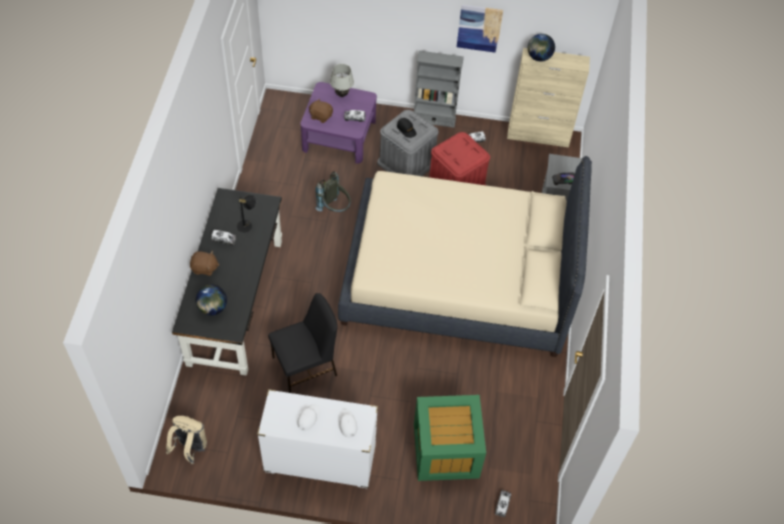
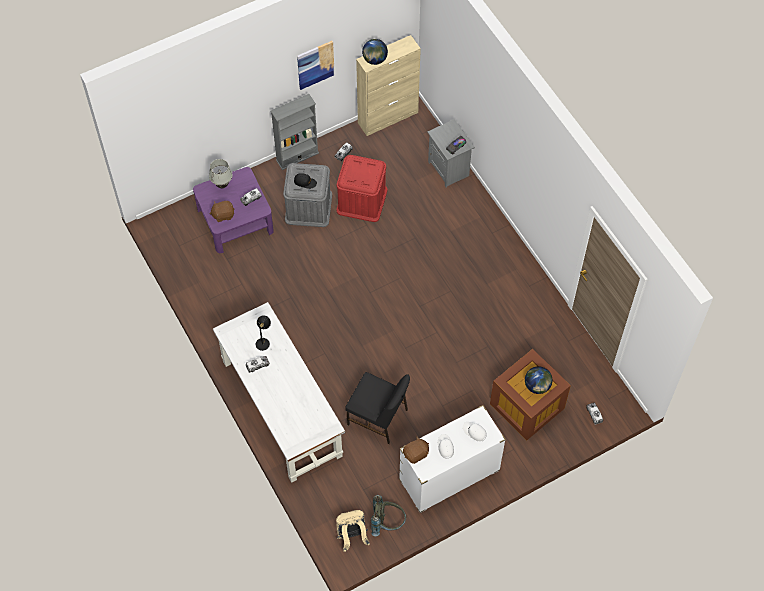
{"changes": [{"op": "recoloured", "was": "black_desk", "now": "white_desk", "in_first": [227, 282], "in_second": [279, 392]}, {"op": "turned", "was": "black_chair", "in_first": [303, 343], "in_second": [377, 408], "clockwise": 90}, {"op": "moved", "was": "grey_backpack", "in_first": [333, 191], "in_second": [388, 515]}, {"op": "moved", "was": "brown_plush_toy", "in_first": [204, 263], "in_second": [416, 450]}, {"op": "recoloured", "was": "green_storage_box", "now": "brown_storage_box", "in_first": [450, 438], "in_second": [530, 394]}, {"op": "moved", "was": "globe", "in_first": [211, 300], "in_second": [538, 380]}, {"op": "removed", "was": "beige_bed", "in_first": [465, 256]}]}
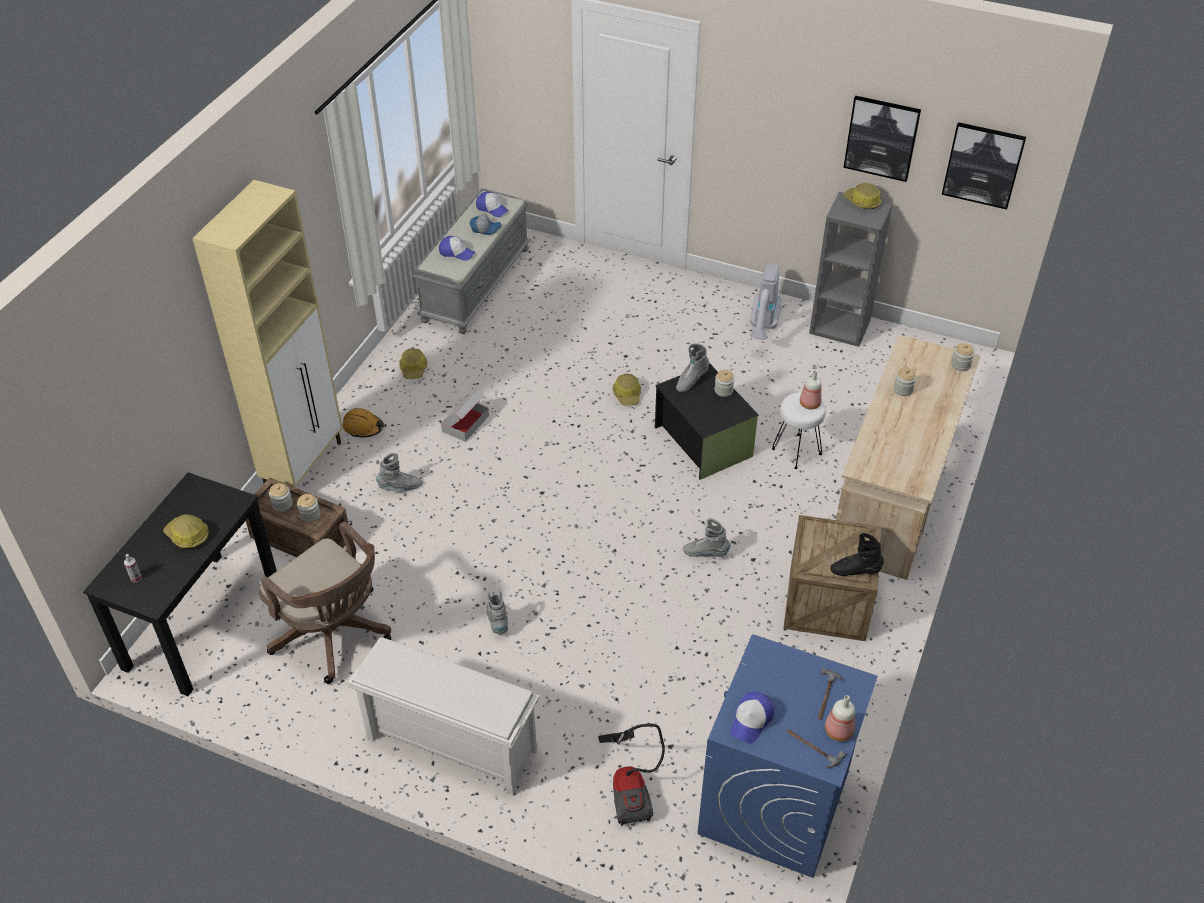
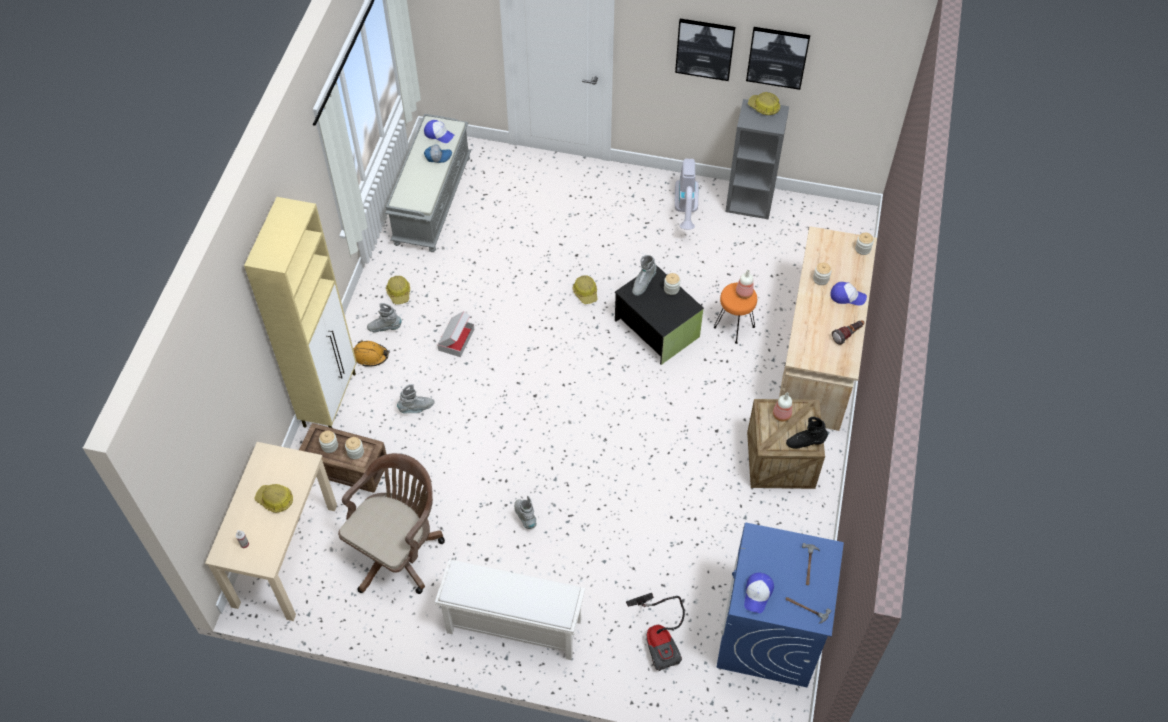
{"changes": [{"op": "recoloured", "was": "black_desk", "now": "beige_desk", "in_first": [180, 584], "in_second": [271, 531]}, {"op": "turned", "was": "brown_office_chair", "in_first": [325, 602], "in_second": [391, 523], "clockwise": -90}, {"op": "moved", "was": "grey_boot", "in_first": [706, 537], "in_second": [384, 317]}, {"op": "moved", "was": "picture", "in_first": [984, 165], "in_second": [705, 50]}, {"op": "recoloured", "was": "white_stool", "now": "orange_stool", "in_first": [799, 430], "in_second": [735, 313]}, {"op": "moved", "was": "bottle", "in_first": [840, 718], "in_second": [782, 407]}, {"op": "moved", "was": "cap", "in_first": [457, 248], "in_second": [848, 294]}, {"op": "added", "now": "flashlight", "in_second": [848, 332]}]}
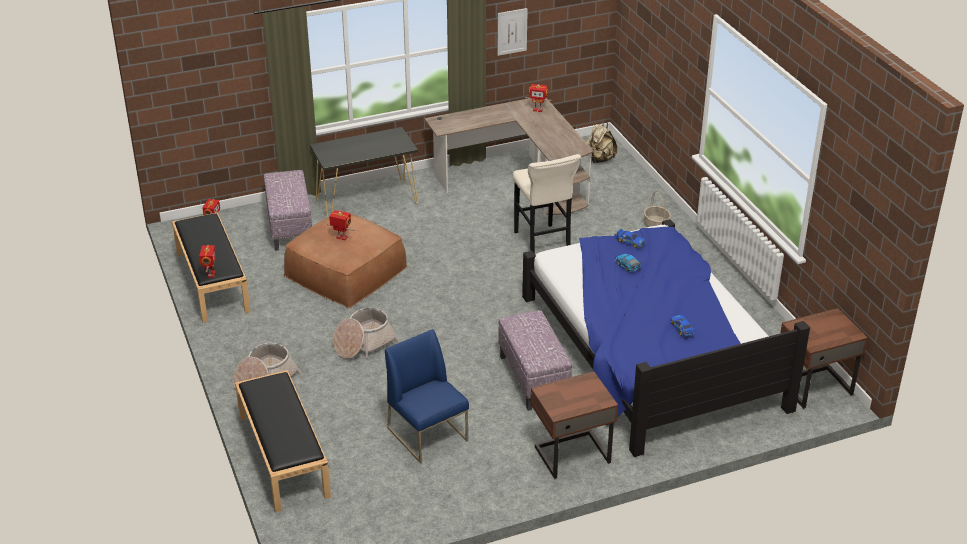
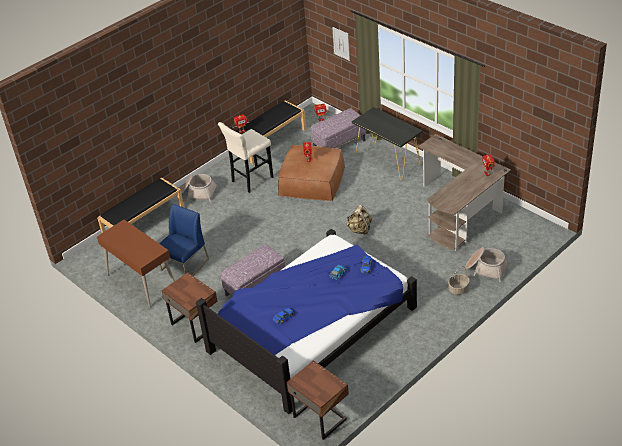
{"changes": [{"op": "added", "now": "brown_desk", "in_second": [136, 263]}, {"op": "moved", "was": "beige_stool", "in_first": [547, 204], "in_second": [245, 157]}, {"op": "moved", "was": "picture", "in_first": [513, 32], "in_second": [341, 44]}, {"op": "moved", "was": "beige_backpack", "in_first": [601, 143], "in_second": [359, 220]}, {"op": "moved", "was": "basket", "in_first": [366, 333], "in_second": [487, 264]}]}
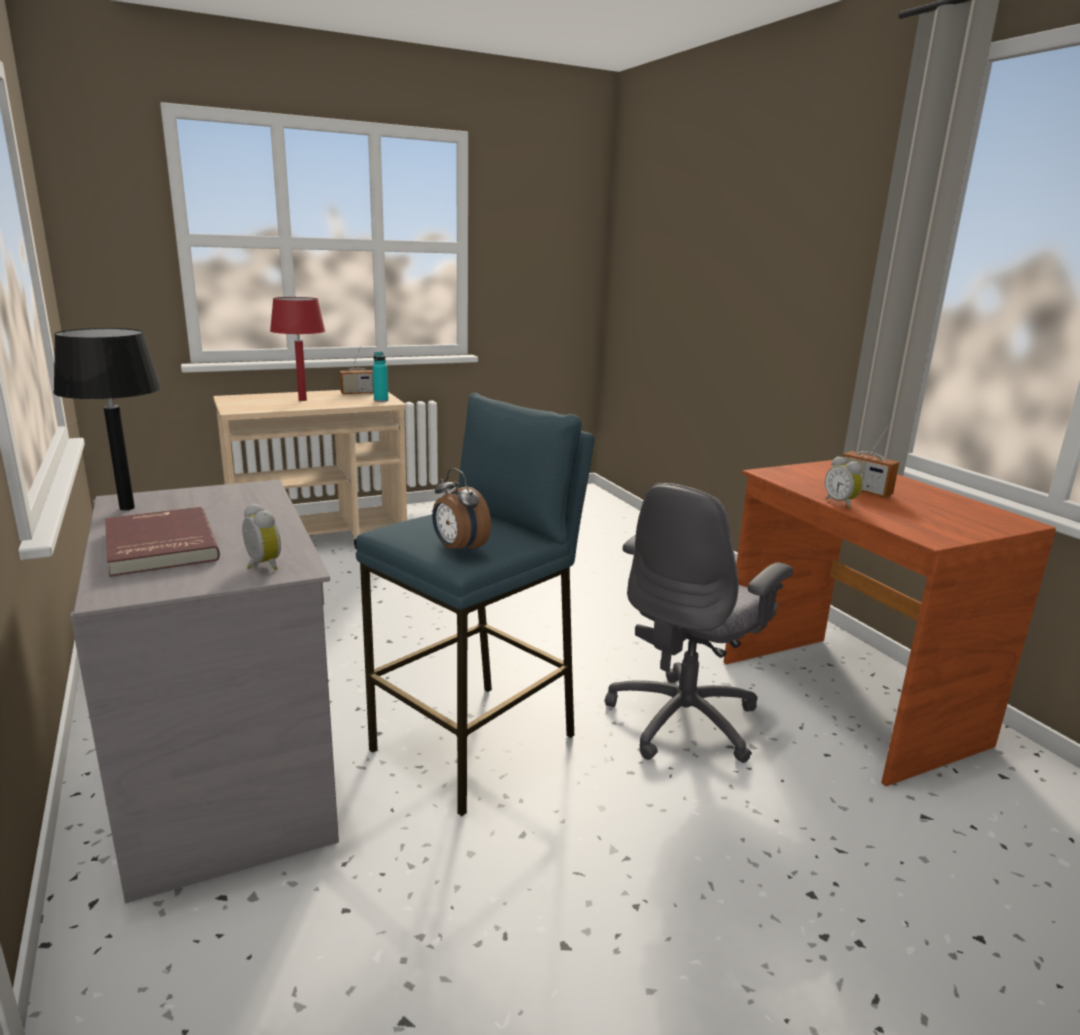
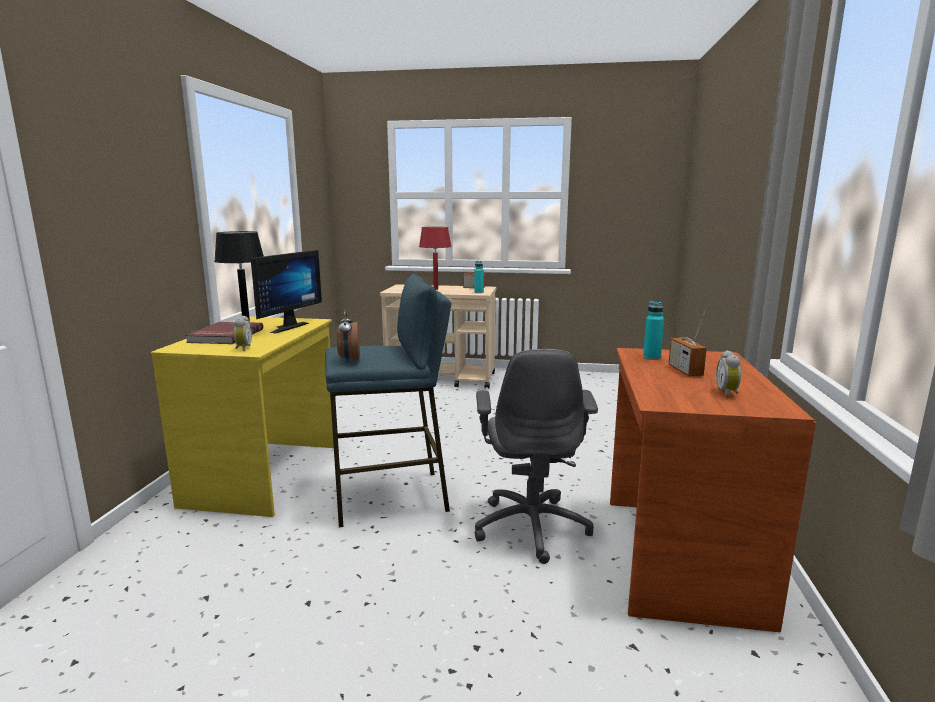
{"changes": [{"op": "recoloured", "was": "grey_desk", "now": "yellow_desk", "in_first": [204, 691], "in_second": [242, 417]}, {"op": "added", "now": "monitor", "in_second": [286, 291]}, {"op": "turned", "was": "grey_office_chair", "in_first": [699, 623], "in_second": [536, 456], "clockwise": -75}, {"op": "added", "now": "turquoise_bottle", "in_second": [653, 330]}, {"op": "moved", "was": "alarm_clock", "in_first": [844, 482], "in_second": [728, 373]}]}
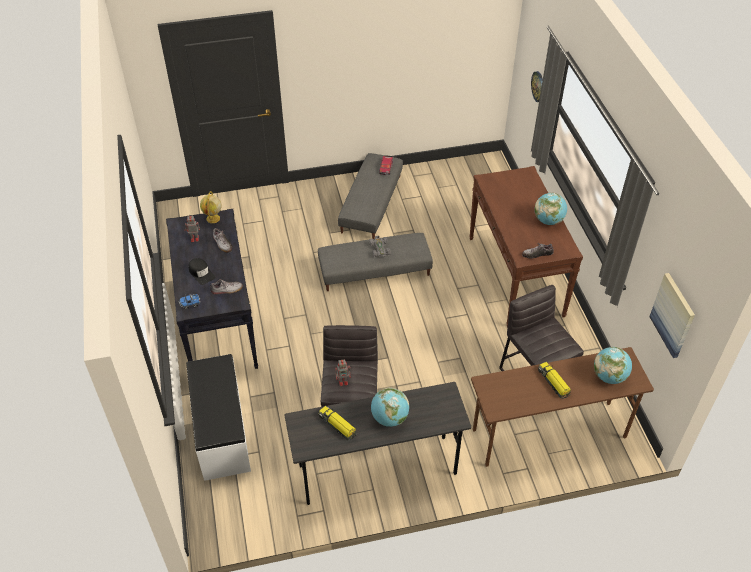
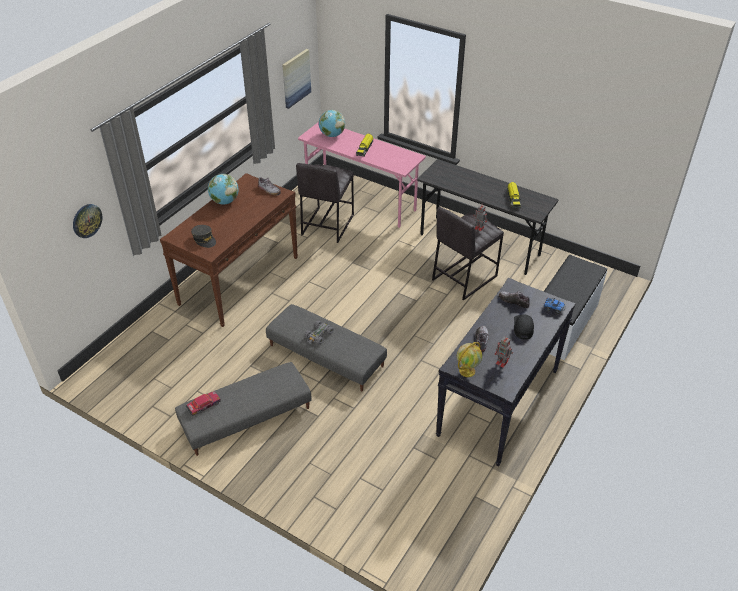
{"changes": [{"op": "added", "now": "grey_cap", "in_second": [203, 236]}, {"op": "recoloured", "was": "brown_desk", "now": "pink_desk", "in_first": [562, 407], "in_second": [362, 175]}, {"op": "removed", "was": "globe", "in_first": [390, 407]}]}
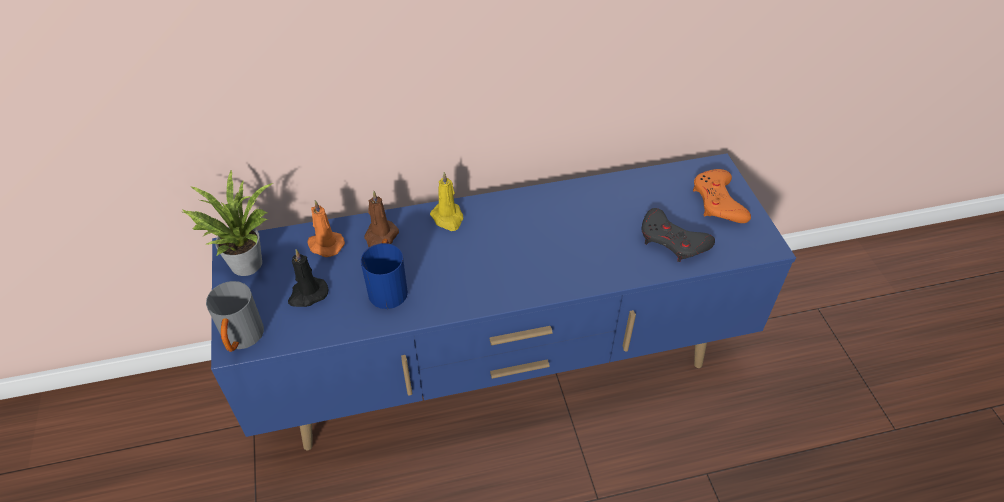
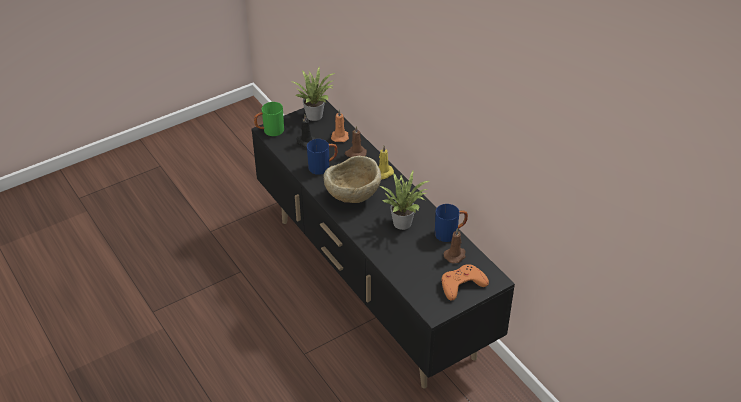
{"changes": [{"op": "recoloured", "was": "blue_tv_stand", "now": "black_tv_stand", "in_first": [503, 302], "in_second": [383, 244]}, {"op": "recoloured", "was": "grey_mug", "now": "green_mug", "in_first": [235, 316], "in_second": [269, 119]}, {"op": "added", "now": "beige_bowl", "in_second": [352, 179]}, {"op": "added", "now": "potted_plant", "in_second": [404, 199]}, {"op": "added", "now": "blue_mug", "in_second": [451, 223]}, {"op": "added", "now": "brown_candle", "in_second": [455, 245]}, {"op": "removed", "was": "grey_game_controller", "in_first": [678, 235]}]}
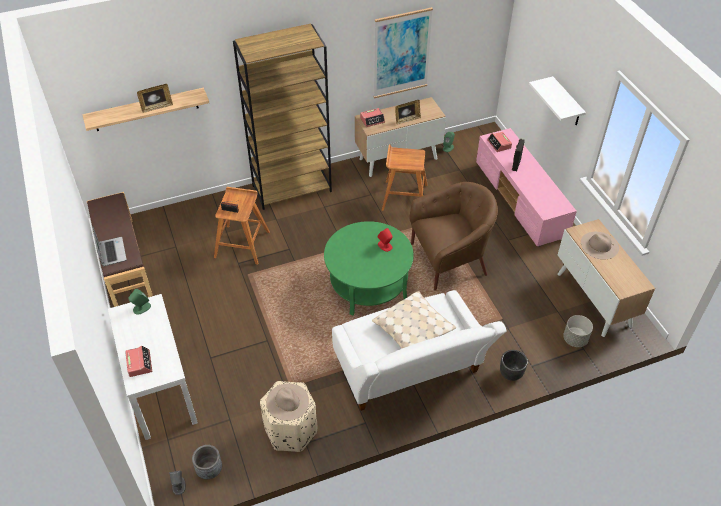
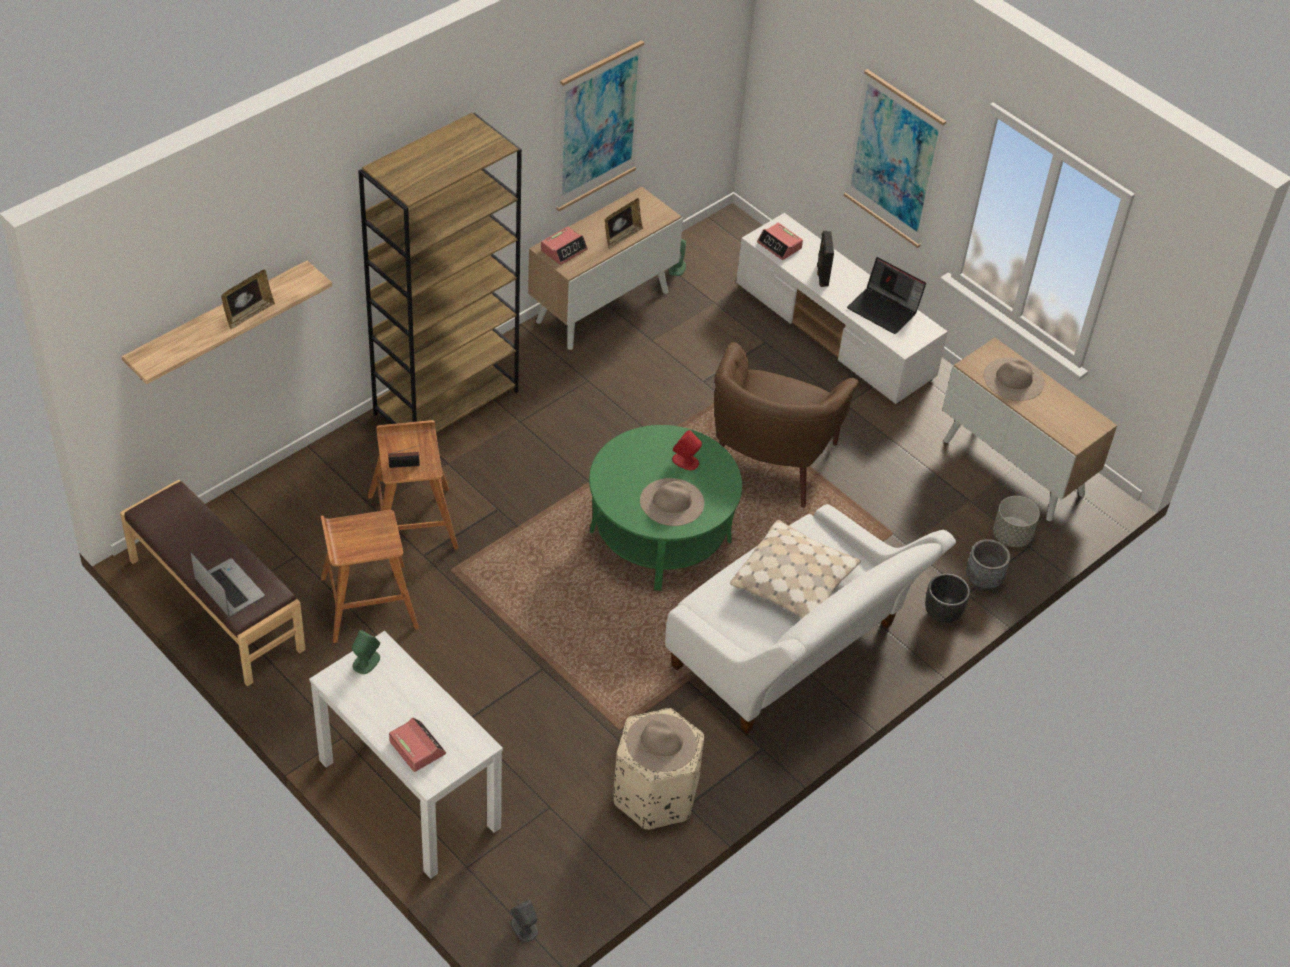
{"changes": [{"op": "moved", "was": "brown_stool", "in_first": [405, 178], "in_second": [370, 576]}, {"op": "added", "now": "beige_hat", "in_second": [672, 502]}, {"op": "turned", "was": "brown_armchair", "in_first": [454, 236], "in_second": [786, 425], "clockwise": 150}, {"op": "recoloured", "was": "pink_tv_stand", "now": "white_tv_stand", "in_first": [526, 187], "in_second": [842, 308]}, {"op": "replaced", "was": "white_shelf", "now": "picture", "in_first": [557, 100], "in_second": [895, 158]}, {"op": "added", "now": "laptop", "in_second": [886, 295]}, {"op": "moved", "was": "grey_planter", "in_first": [207, 462], "in_second": [988, 565]}]}
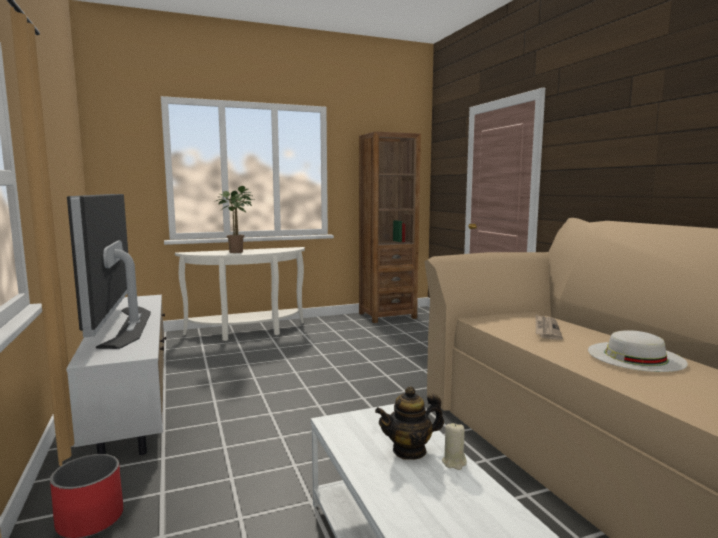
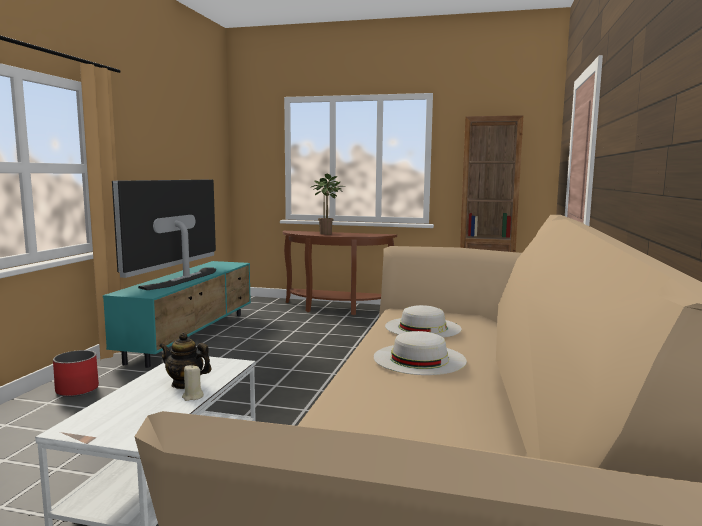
{"changes": [{"op": "recoloured", "was": "white_tv_stand", "now": "turquoise_tv_stand", "in_first": [116, 375], "in_second": [177, 314]}, {"op": "recoloured", "was": "white_console_table", "now": "brown_console_table", "in_first": [240, 294], "in_second": [340, 273]}, {"op": "replaced", "was": "newspaper", "now": "white_hat", "in_first": [549, 327], "in_second": [423, 321]}]}
